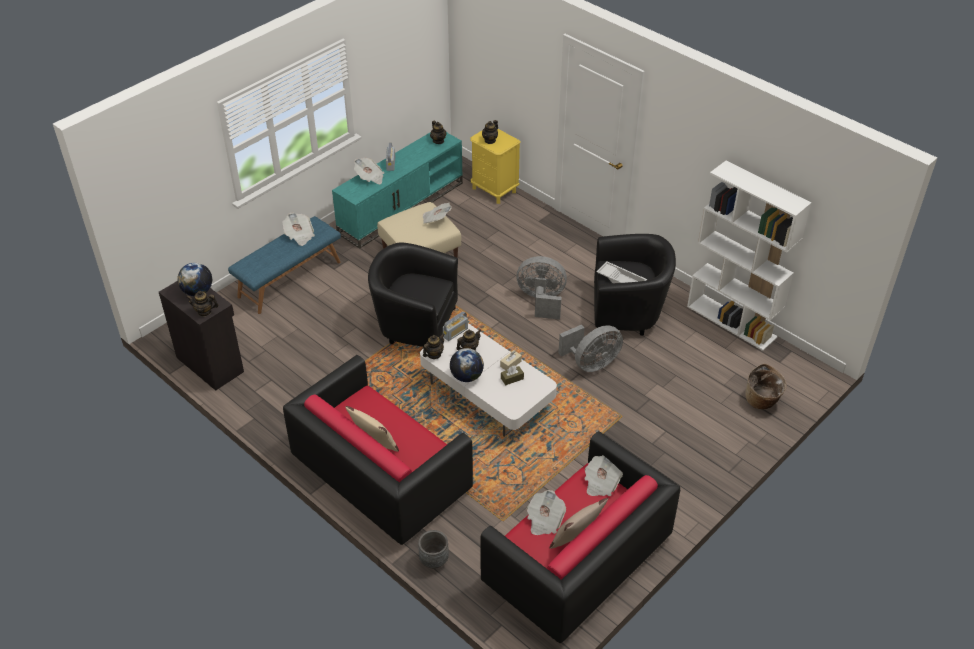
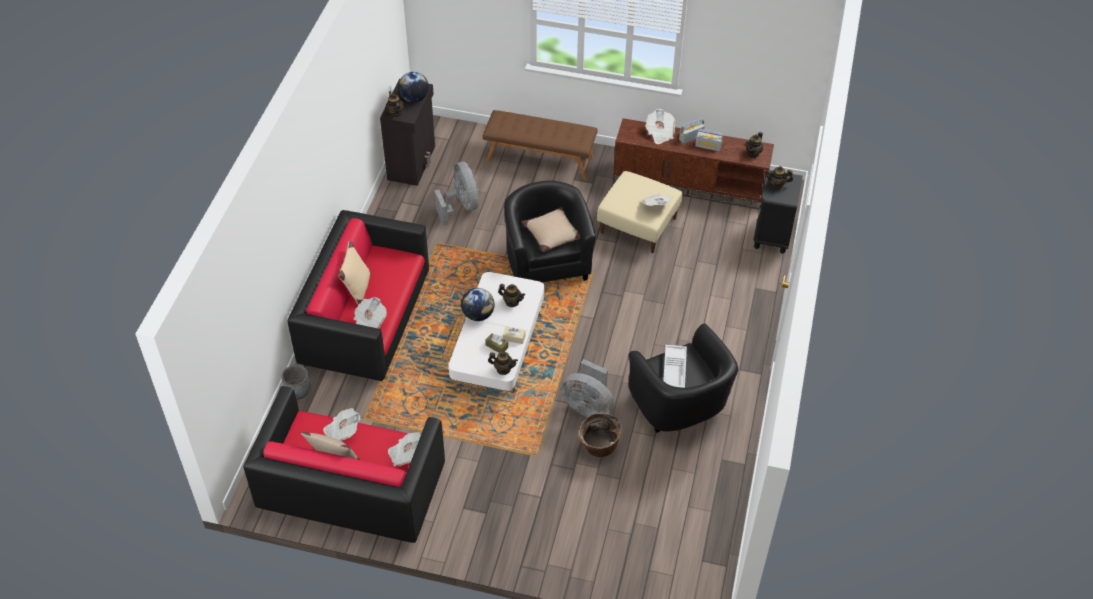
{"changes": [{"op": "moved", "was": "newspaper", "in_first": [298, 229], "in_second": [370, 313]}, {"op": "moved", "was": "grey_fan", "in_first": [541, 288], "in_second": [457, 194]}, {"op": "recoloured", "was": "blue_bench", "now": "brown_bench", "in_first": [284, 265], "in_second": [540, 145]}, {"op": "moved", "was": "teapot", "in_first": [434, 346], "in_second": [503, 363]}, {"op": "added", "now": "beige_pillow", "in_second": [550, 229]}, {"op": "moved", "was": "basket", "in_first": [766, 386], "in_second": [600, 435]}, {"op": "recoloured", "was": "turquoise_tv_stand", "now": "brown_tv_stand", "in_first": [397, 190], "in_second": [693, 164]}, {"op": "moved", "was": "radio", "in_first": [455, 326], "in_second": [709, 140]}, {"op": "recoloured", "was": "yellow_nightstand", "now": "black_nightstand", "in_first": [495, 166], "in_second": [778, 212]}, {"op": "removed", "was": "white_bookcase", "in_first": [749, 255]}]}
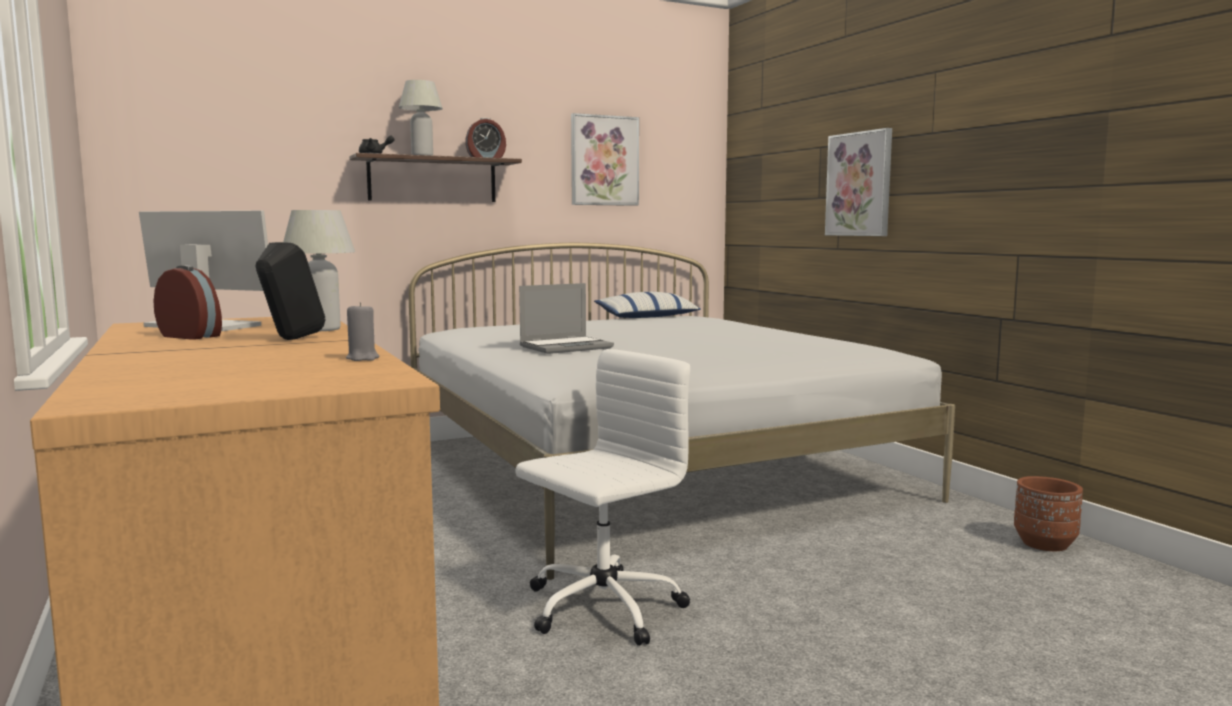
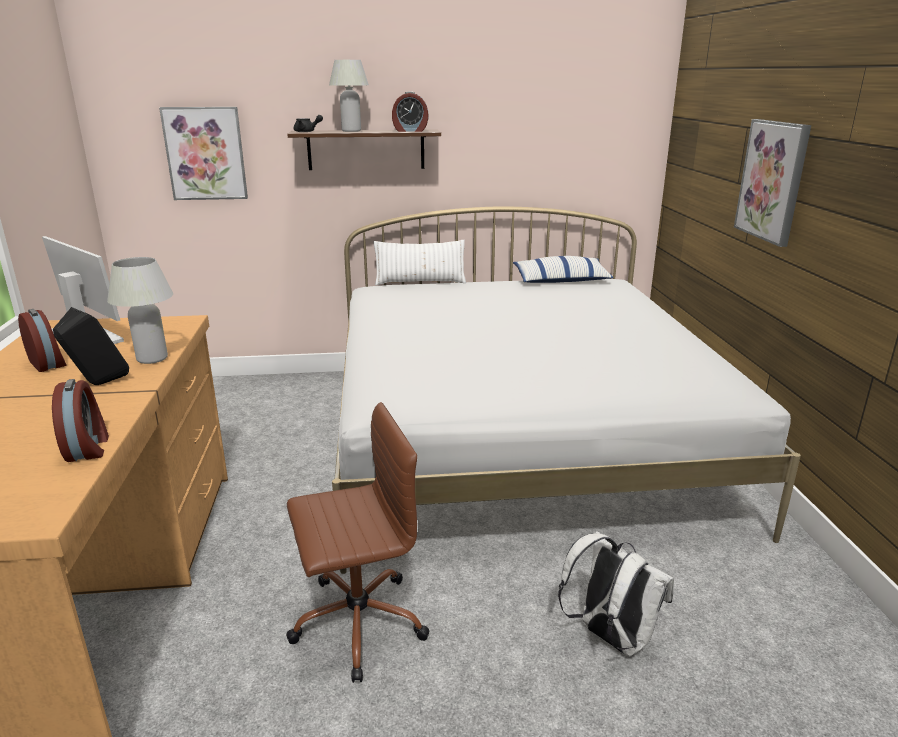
{"changes": [{"op": "replaced", "was": "grey_candle", "now": "alarm_clock", "in_first": [362, 331], "in_second": [80, 420]}, {"op": "moved", "was": "picture", "in_first": [605, 159], "in_second": [203, 153]}, {"op": "recoloured", "was": "white_office_chair", "now": "brown_office_chair", "in_first": [603, 497], "in_second": [357, 542]}, {"op": "added", "now": "white_pillow", "in_second": [419, 262]}, {"op": "added", "now": "white_backpack", "in_second": [616, 593]}, {"op": "removed", "was": "laptop", "in_first": [566, 318]}, {"op": "removed", "was": "brown_planter", "in_first": [1048, 513]}]}
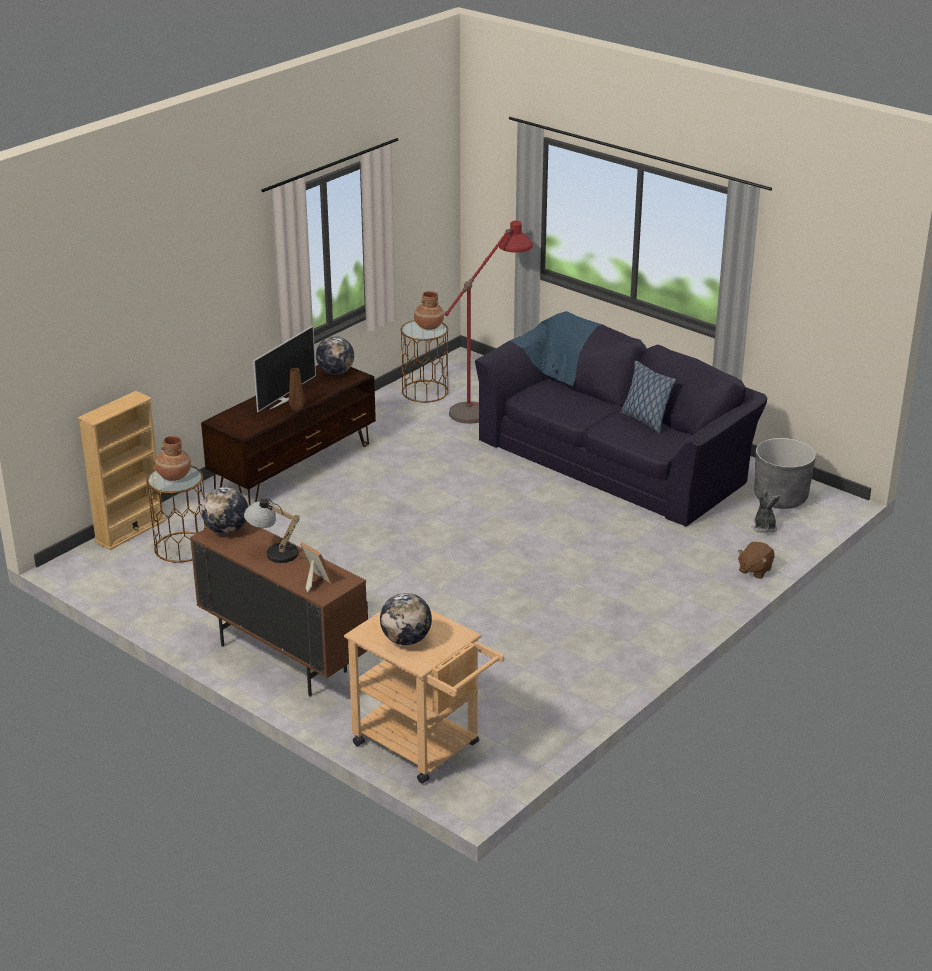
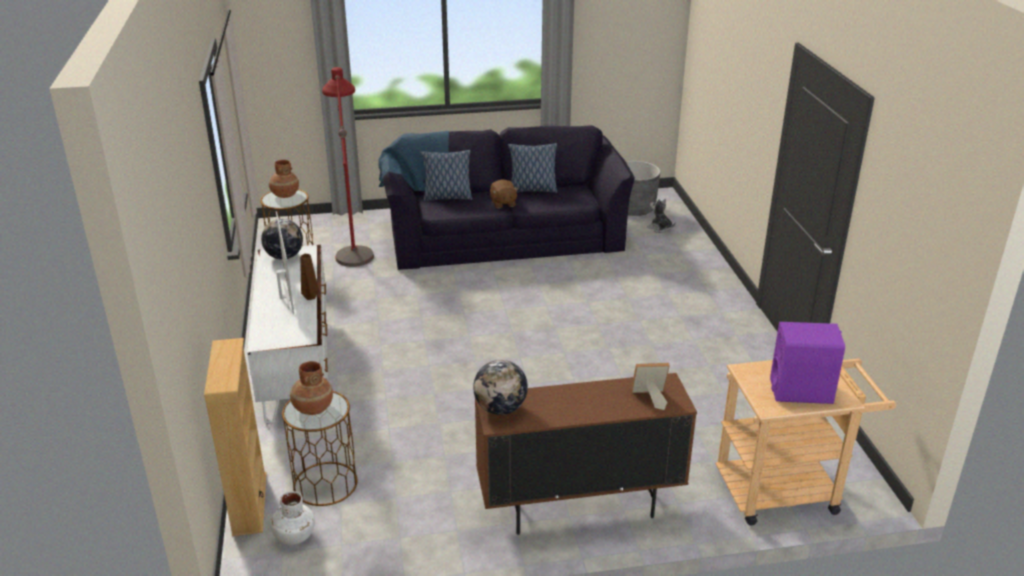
{"changes": [{"op": "recoloured", "was": "brown_tv_stand", "now": "white_tv_stand", "in_first": [288, 435], "in_second": [287, 334]}, {"op": "added", "now": "white_vase", "in_second": [293, 518]}, {"op": "added", "now": "pillow", "in_second": [446, 175]}, {"op": "moved", "was": "brown_plush_toy", "in_first": [756, 560], "in_second": [504, 194]}, {"op": "replaced", "was": "globe", "now": "purple_speaker", "in_first": [406, 619], "in_second": [807, 363]}, {"op": "removed", "was": "table_lamp", "in_first": [274, 530]}]}
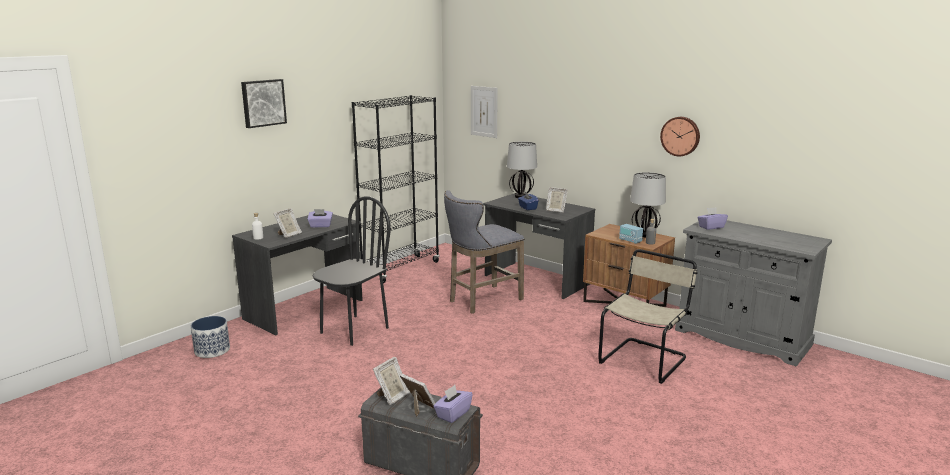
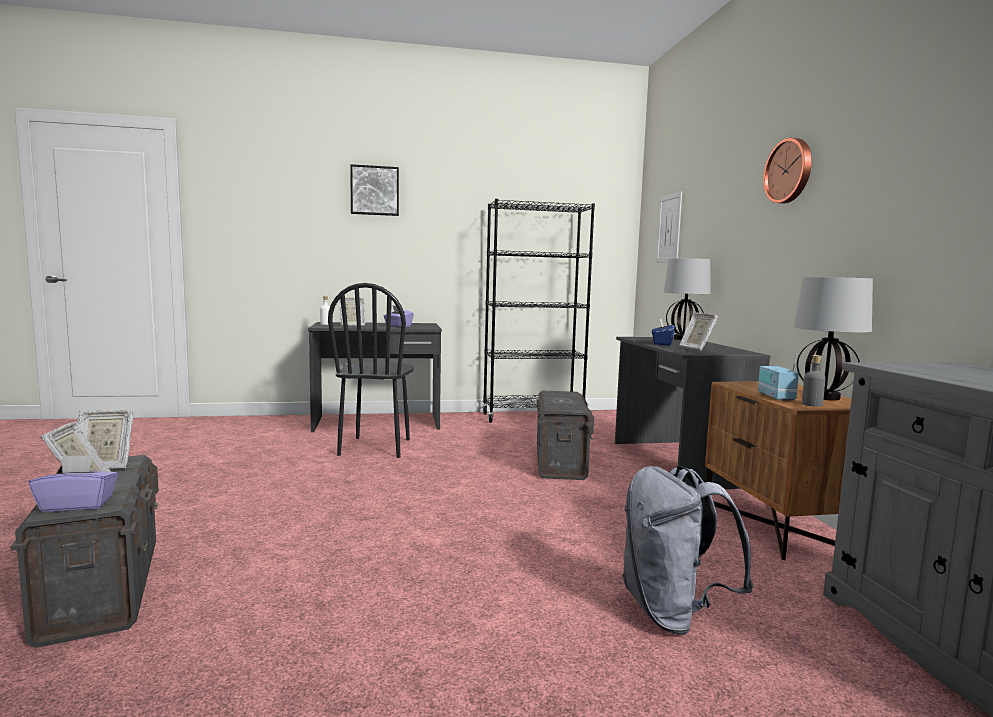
{"changes": [{"op": "turned", "was": "black_chair", "in_first": [352, 271], "in_second": [371, 370], "clockwise": 105}, {"op": "replaced", "was": "grey_stool", "now": "grey_storage_box", "in_first": [484, 252], "in_second": [565, 435]}, {"op": "replaced", "was": "beige_chair", "now": "grey_backpack", "in_first": [647, 316], "in_second": [687, 550]}, {"op": "moved", "was": "wall_clock", "in_first": [680, 137], "in_second": [787, 170]}, {"op": "removed", "was": "planter", "in_first": [210, 337]}, {"op": "removed", "was": "purple_tissue_box", "in_first": [712, 218]}]}
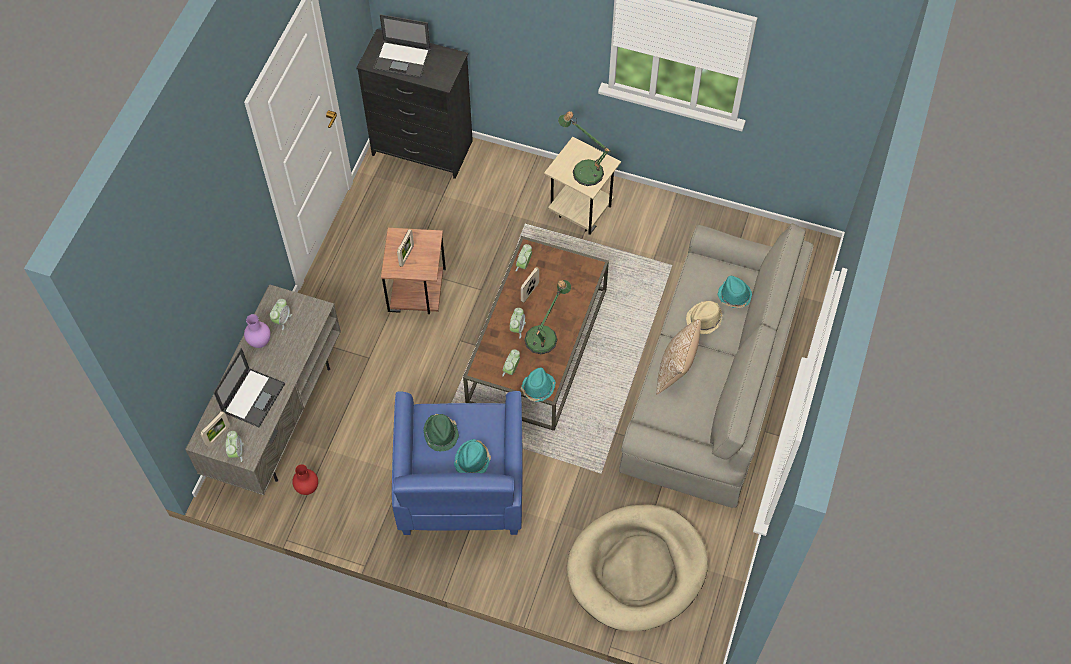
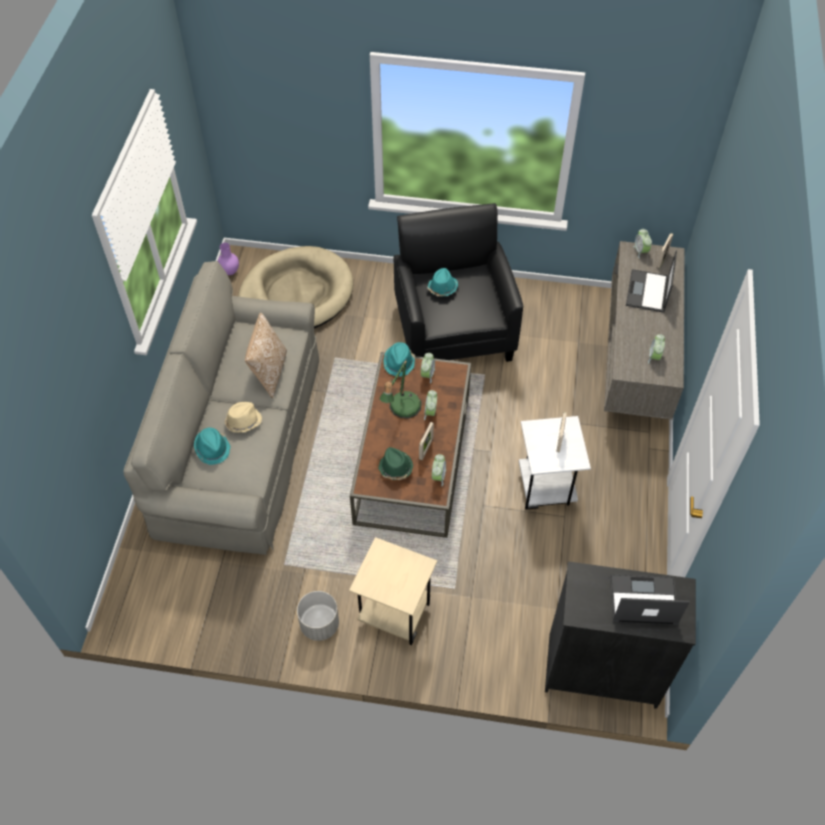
{"changes": [{"op": "moved", "was": "purple_vase", "in_first": [257, 331], "in_second": [228, 259]}, {"op": "added", "now": "grey_planter", "in_second": [318, 616]}, {"op": "moved", "was": "green_hat", "in_first": [441, 432], "in_second": [395, 463]}, {"op": "recoloured", "was": "blue_armchair", "now": "black_armchair", "in_first": [457, 463], "in_second": [459, 282]}, {"op": "recoloured", "was": "brown_side_table", "now": "white_side_table", "in_first": [413, 271], "in_second": [555, 463]}, {"op": "removed", "was": "red_vase", "in_first": [305, 479]}, {"op": "removed", "was": "table_lamp", "in_first": [584, 148]}]}
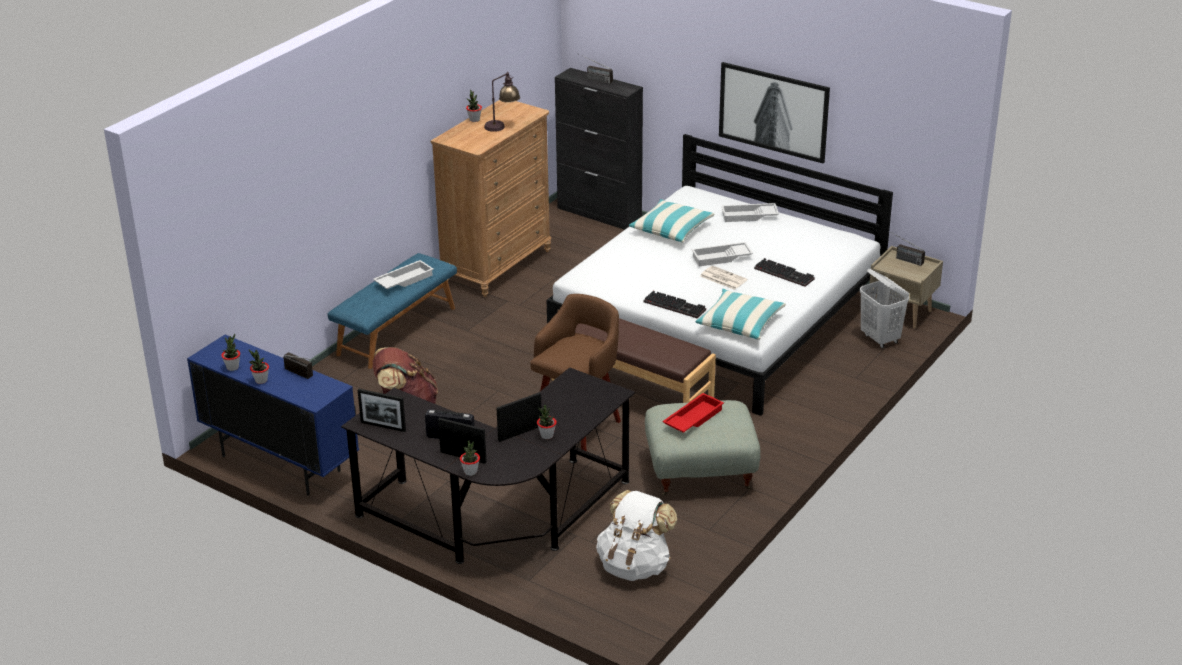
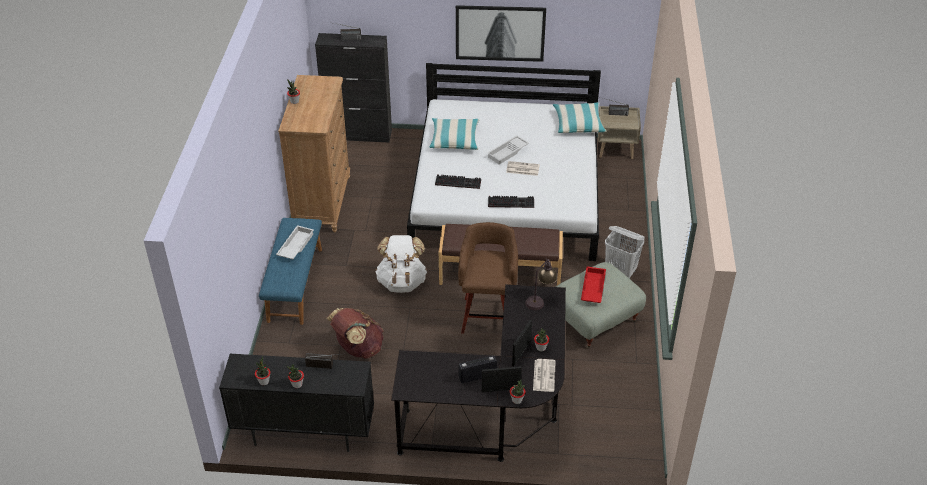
{"changes": [{"op": "recoloured", "was": "blue_cabinet", "now": "black_cabinet", "in_first": [273, 415], "in_second": [296, 403]}, {"op": "moved", "was": "white_backpack", "in_first": [636, 535], "in_second": [401, 264]}, {"op": "moved", "was": "keyboard", "in_first": [784, 272], "in_second": [458, 181]}, {"op": "moved", "was": "table_lamp", "in_first": [502, 102], "in_second": [541, 284]}, {"op": "added", "now": "newspaper", "in_second": [544, 375]}, {"op": "moved", "was": "pillow", "in_first": [741, 314], "in_second": [580, 117]}, {"op": "moved", "was": "white_laundry_basket", "in_first": [885, 308], "in_second": [625, 252]}, {"op": "removed", "was": "picture_frame", "in_first": [382, 410]}, {"op": "removed", "was": "white_tray", "in_first": [750, 212]}]}
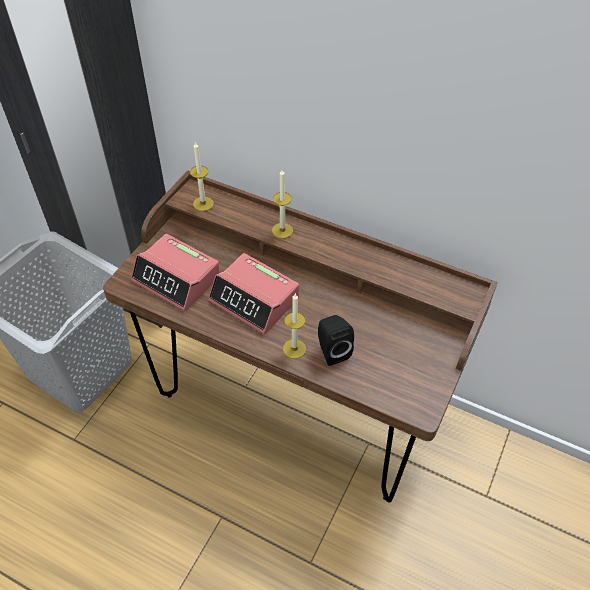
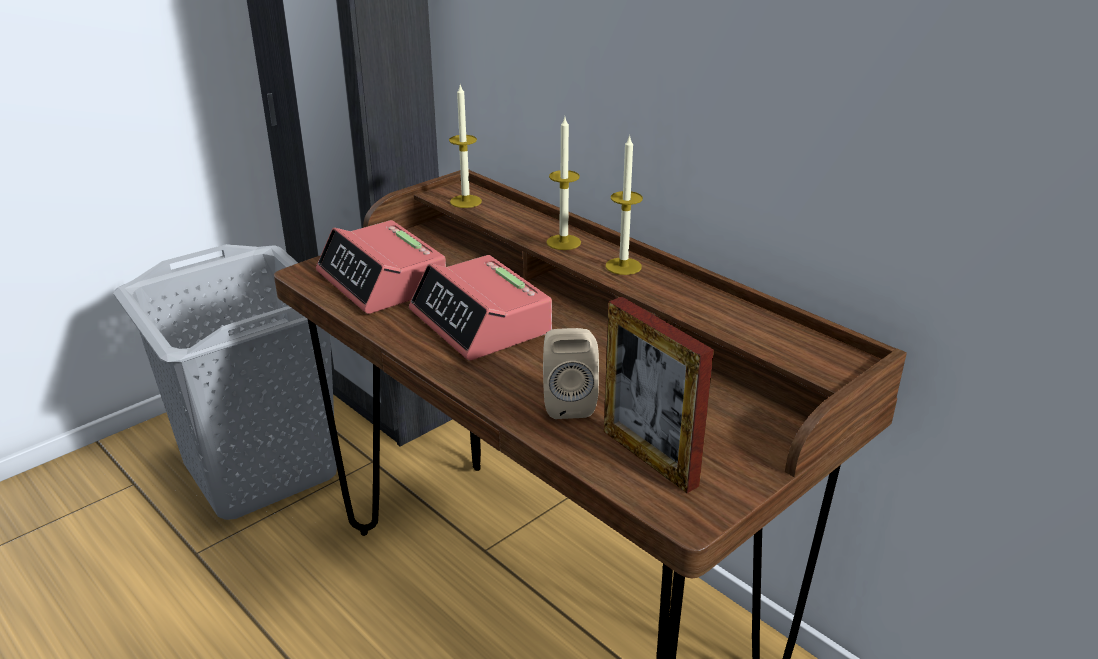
{"changes": [{"op": "recoloured", "was": "black_speaker", "now": "beige_speaker", "in_first": [336, 340], "in_second": [571, 373]}, {"op": "added", "now": "picture_frame", "in_second": [659, 395]}, {"op": "moved", "was": "candle", "in_first": [294, 326], "in_second": [624, 204]}]}
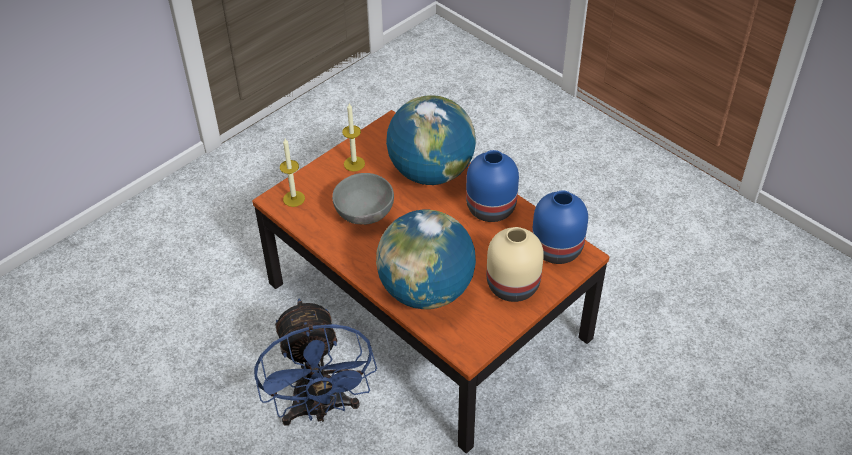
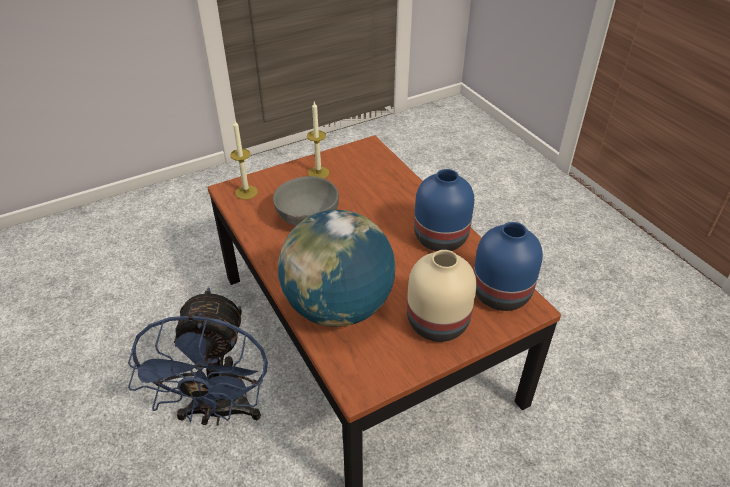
{"changes": [{"op": "removed", "was": "globe", "in_first": [431, 140]}]}
